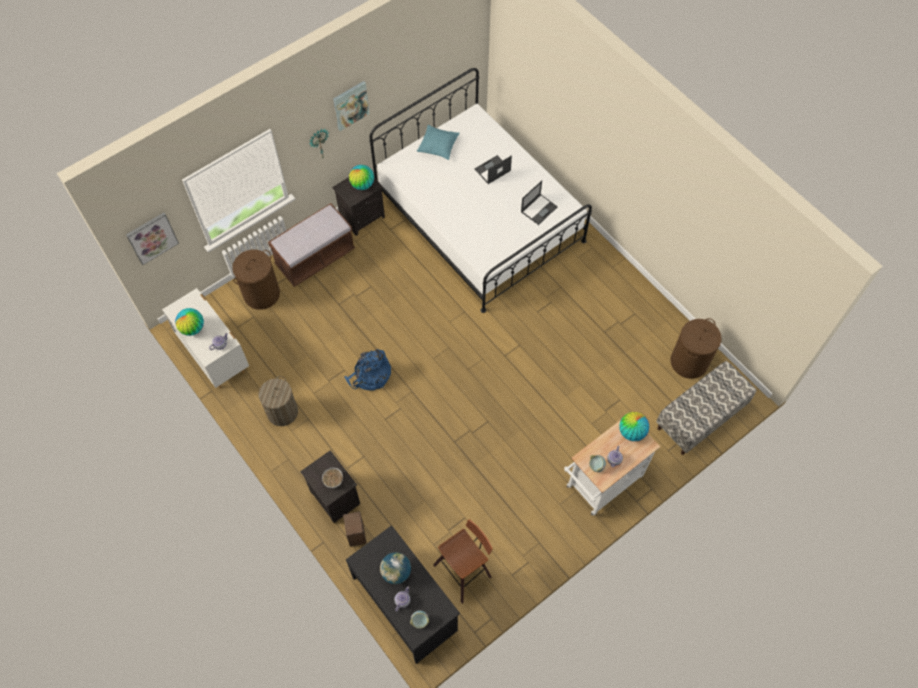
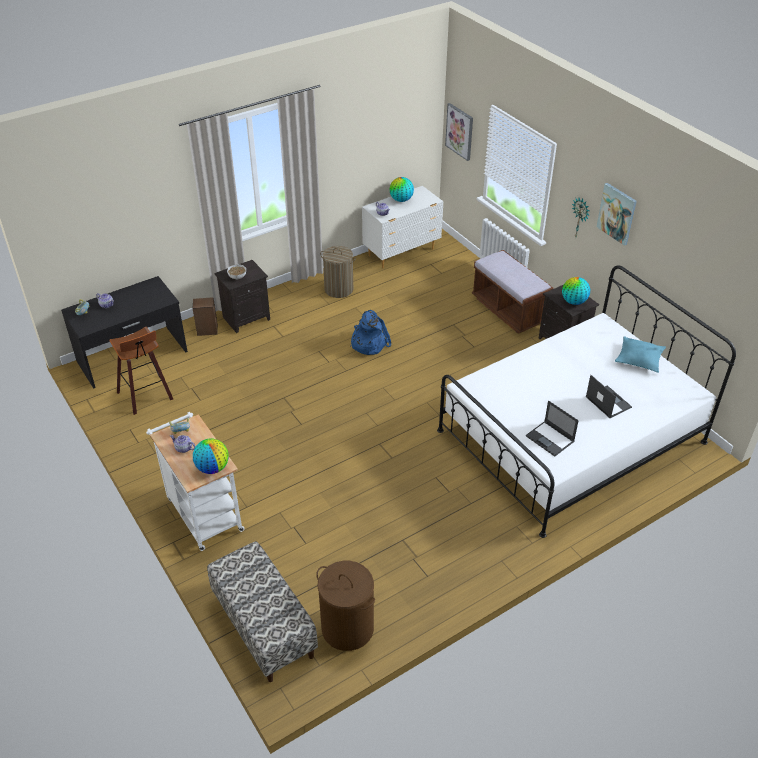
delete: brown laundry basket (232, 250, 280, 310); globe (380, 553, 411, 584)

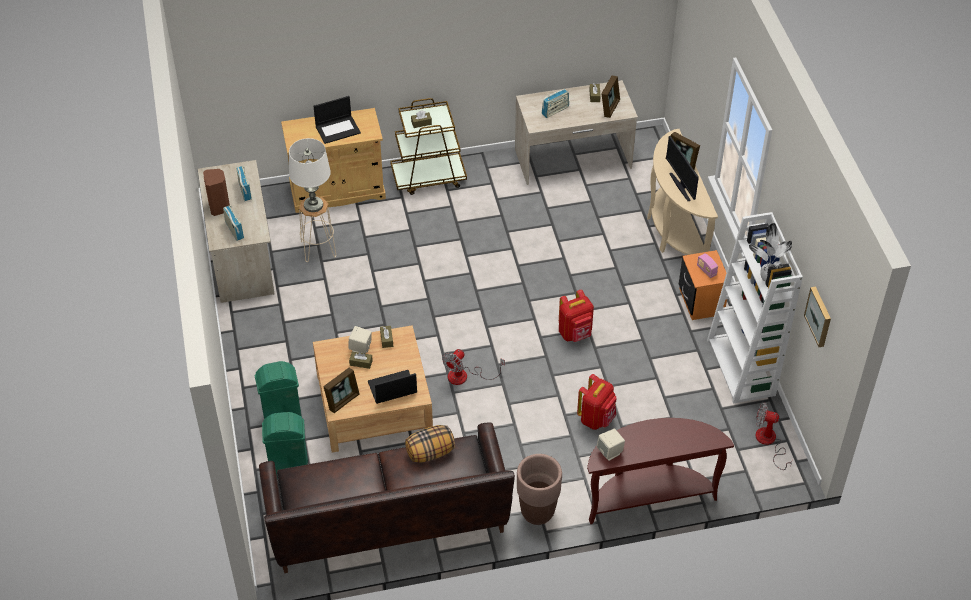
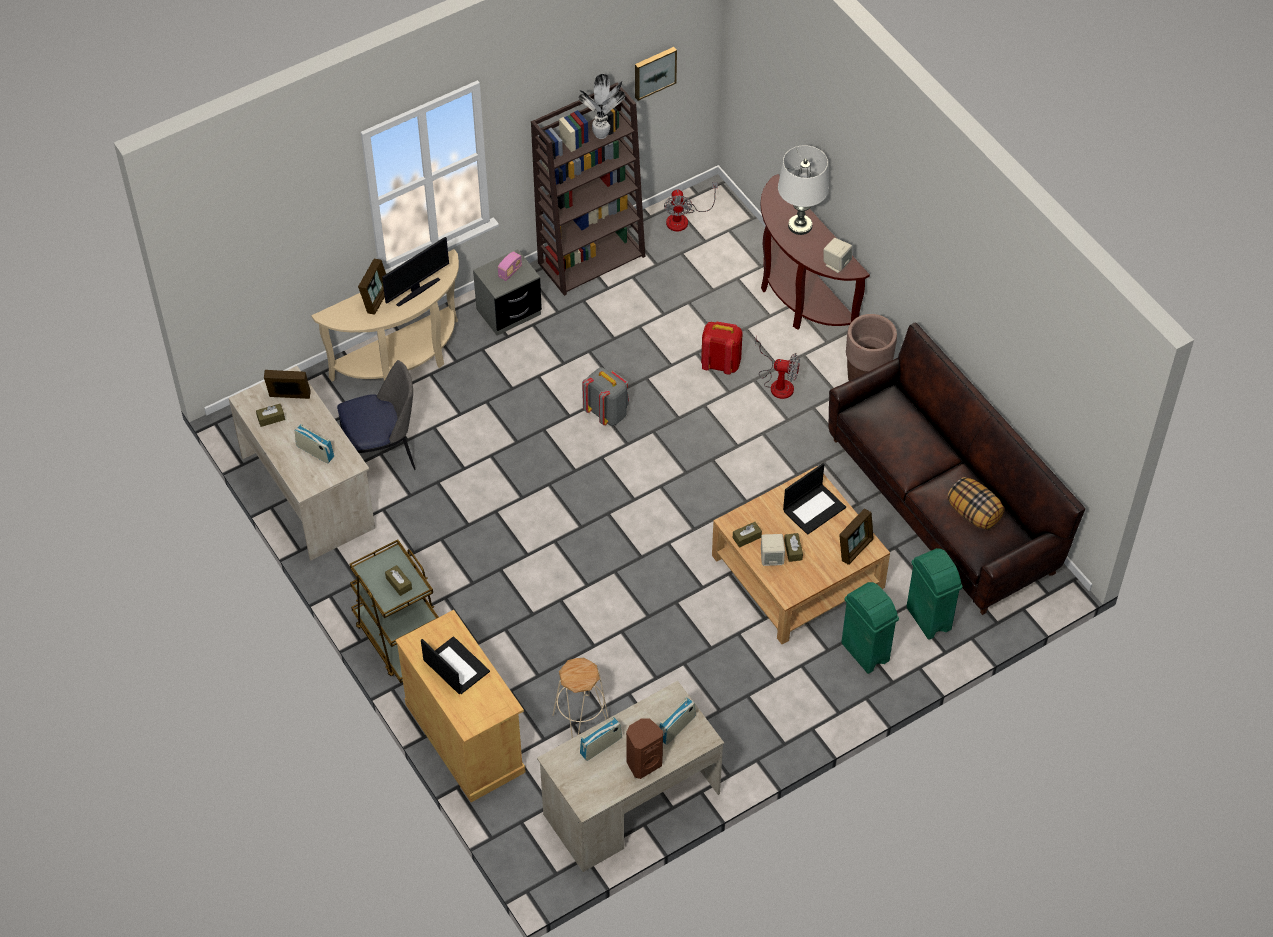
insert: chair (337, 360, 416, 470)
move: fan (442, 349, 505, 385) to (755, 335, 800, 399); white table lamp (289, 138, 331, 212) to (778, 145, 829, 235); pillow (405, 425, 455, 463) to (947, 477, 1005, 530)
recolor: orange nightstand (679, 250, 727, 320) to grey nightstand (473, 249, 542, 336); white bookcase (707, 212, 803, 404) to brown bookcase (531, 82, 645, 296); red backpack (559, 290, 594, 342) to grey backpack (582, 367, 629, 426)
rotate: laptop (368, 370, 417, 404) = (783, 463, 846, 535) 90 degrees counterclockwise; picture frame (323, 368, 360, 413) = (839, 509, 874, 565) 105 degrees clockwise

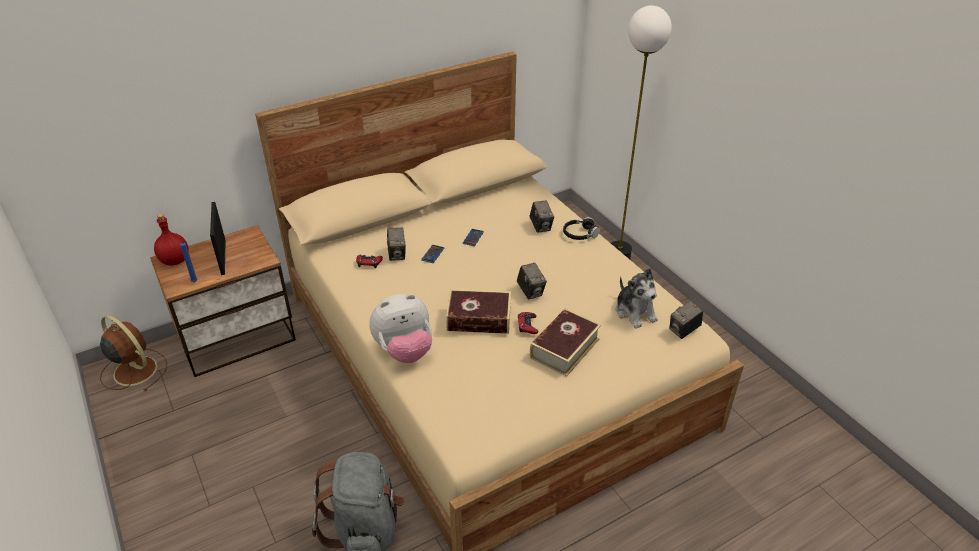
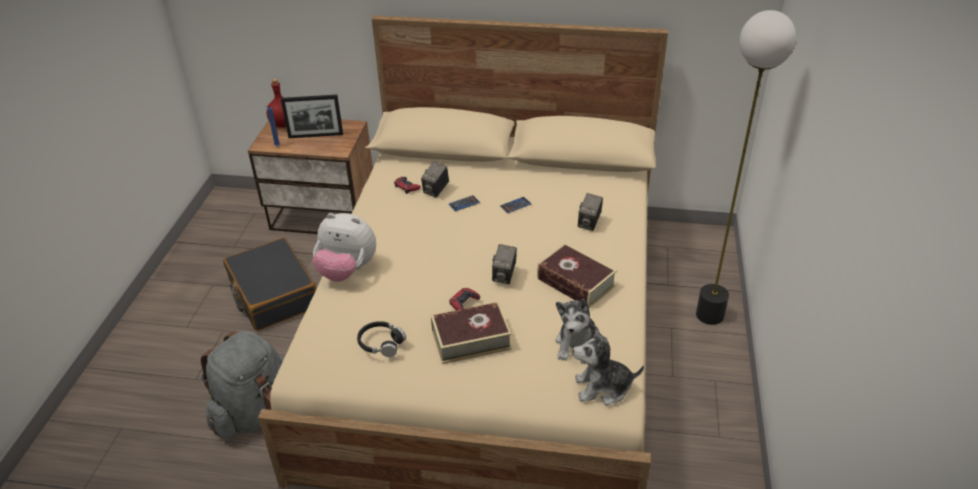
delete: brown fan (100, 315, 167, 391)
insert: black suitcase (223, 237, 317, 331)
move: black headphones (563, 217, 600, 240) to (357, 321, 406, 357); book (446, 289, 511, 334) to (537, 243, 617, 308)
replace: photo camera (669, 300, 703, 339) to plush toy (573, 326, 644, 405)
rotate: picture frame (210, 202, 226, 275) = (281, 94, 343, 138) 120 degrees counterclockwise

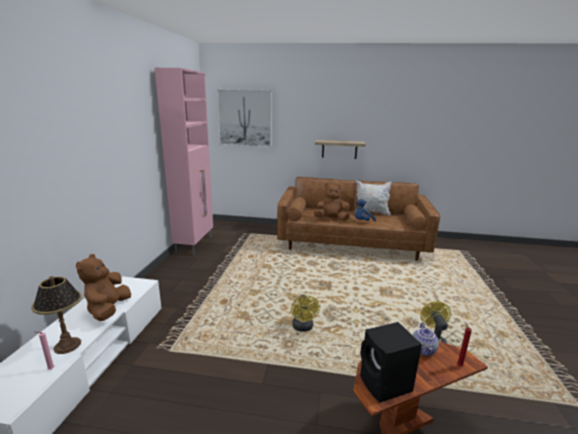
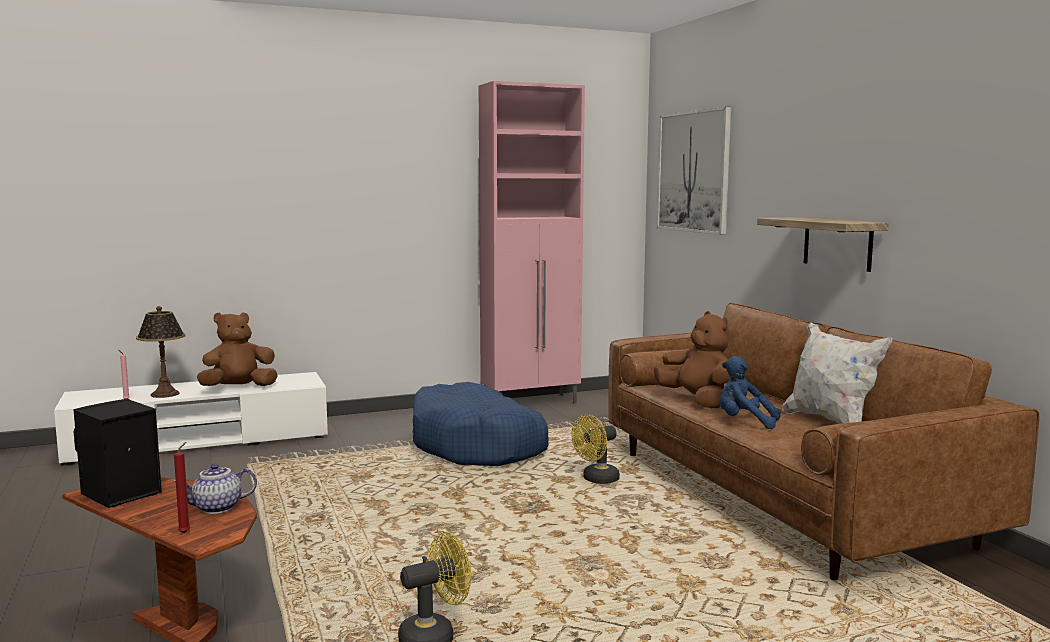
insert: blue dog bed (413, 382, 548, 466)
move: yellow fan (291, 294, 320, 332) to (572, 414, 620, 484)

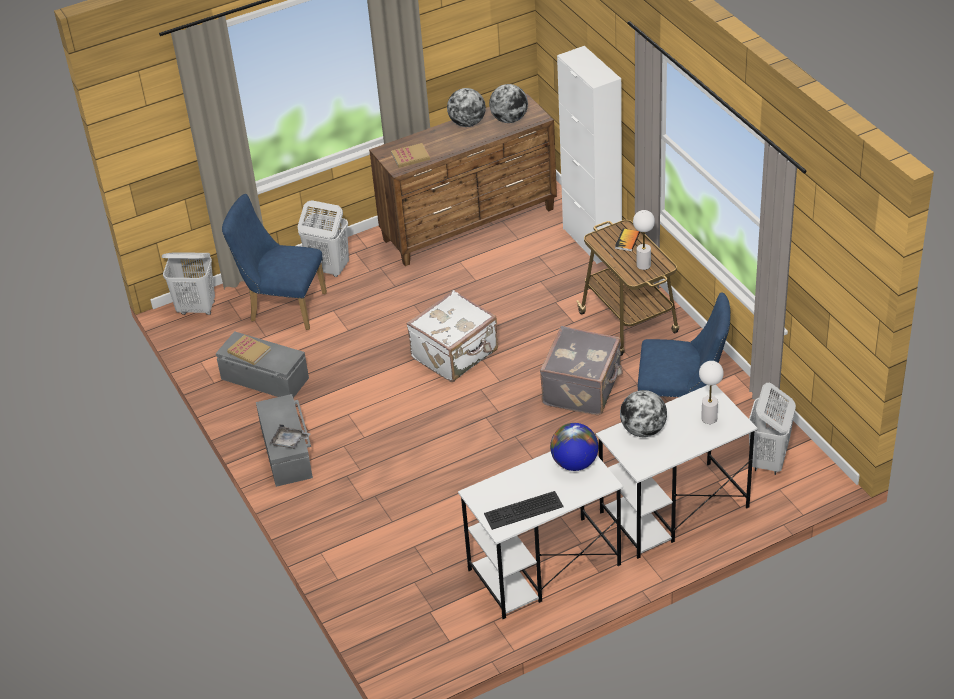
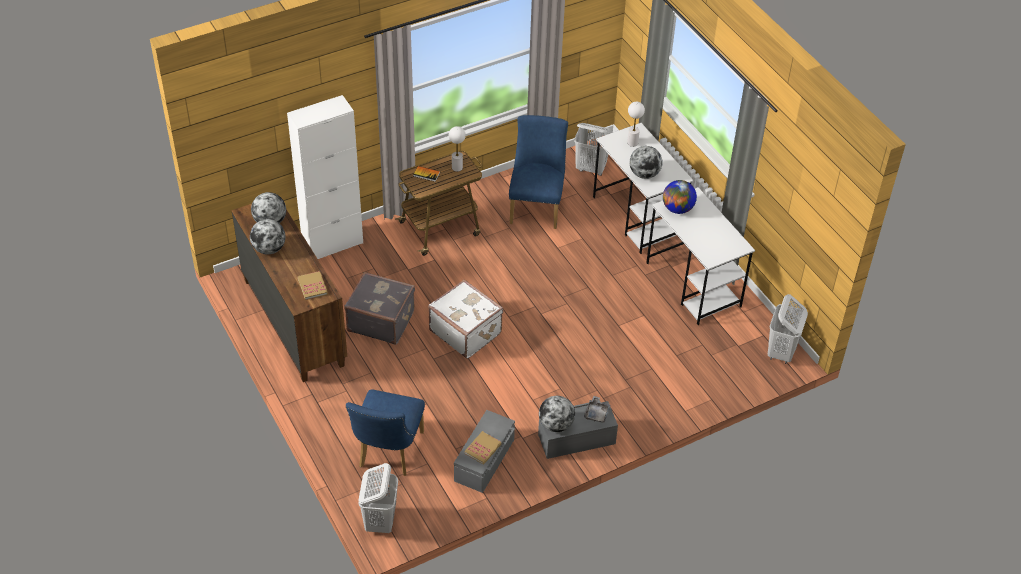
delete: keyboard (484, 491, 564, 530)
insert: globe (539, 396, 575, 432)
move: grey suitcase (540, 326, 623, 415) to (344, 272, 415, 345); white laundry basket (298, 200, 349, 277) to (768, 294, 808, 364)

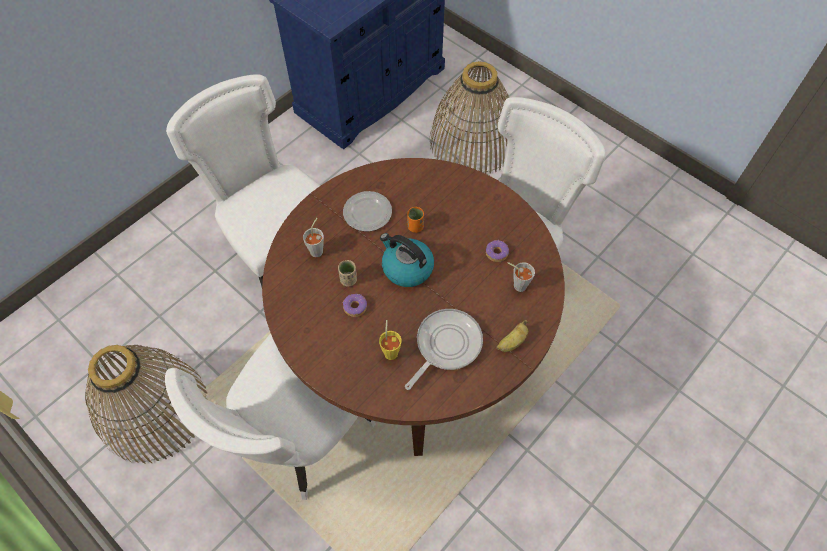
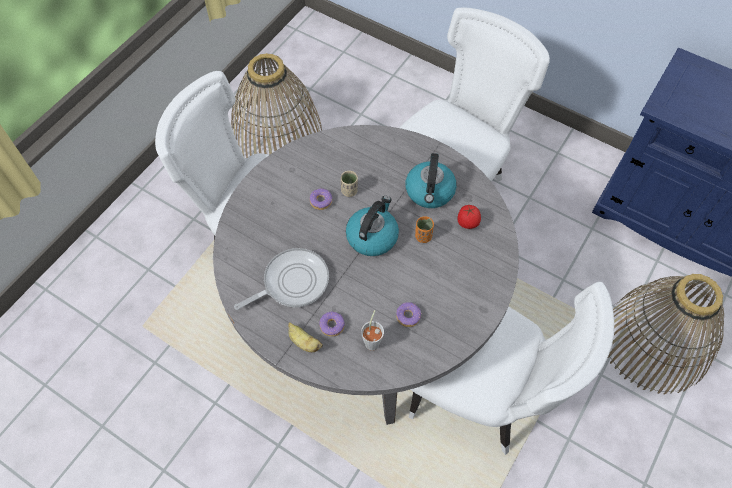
delete: grey cup (303, 218, 324, 257); yellow cup (379, 320, 402, 360)
insert: donut (319, 312, 345, 337); tomato (457, 205, 481, 229)
replace: plate (343, 191, 392, 232) to kettle (406, 153, 457, 208)
recolor: brown dining table (262, 158, 565, 456) to grey dining table (213, 125, 519, 425)
rotate: frying pan (405, 309, 483, 390) = (234, 248, 329, 310) 60 degrees counterclockwise

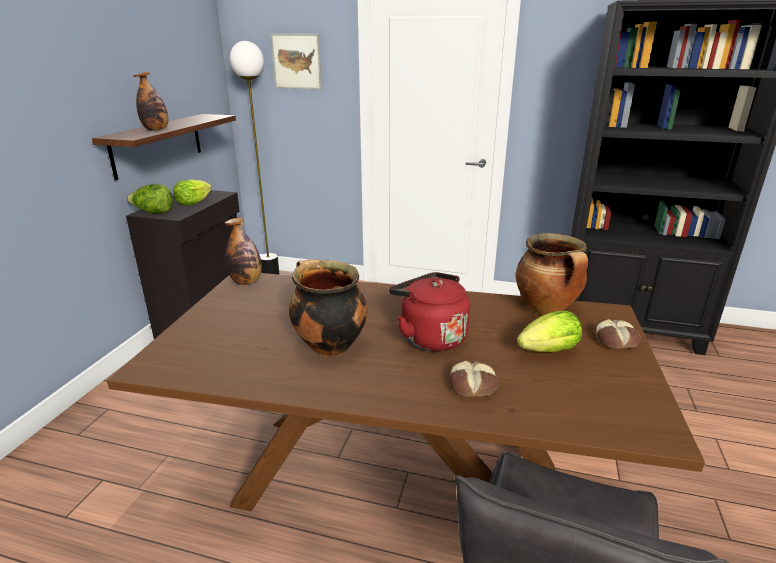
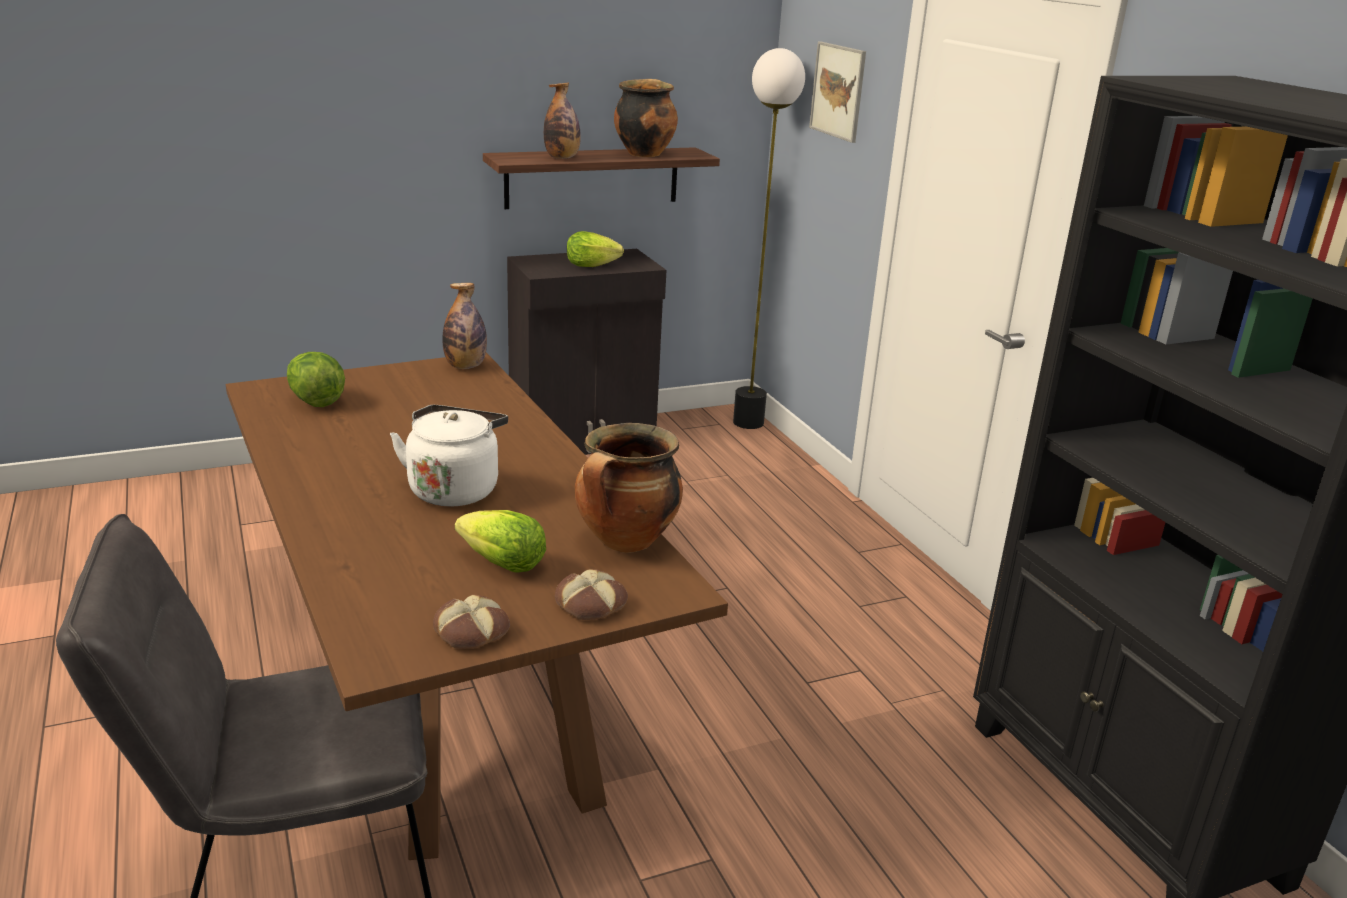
move: lettuce (127, 184, 173, 214) to (287, 352, 345, 407); bread (449, 360, 499, 397) to (433, 595, 510, 649); cooking pot (289, 259, 367, 356) to (614, 79, 678, 157)
recolor: red kettle (389, 272, 470, 352) to white kettle (390, 405, 508, 506)

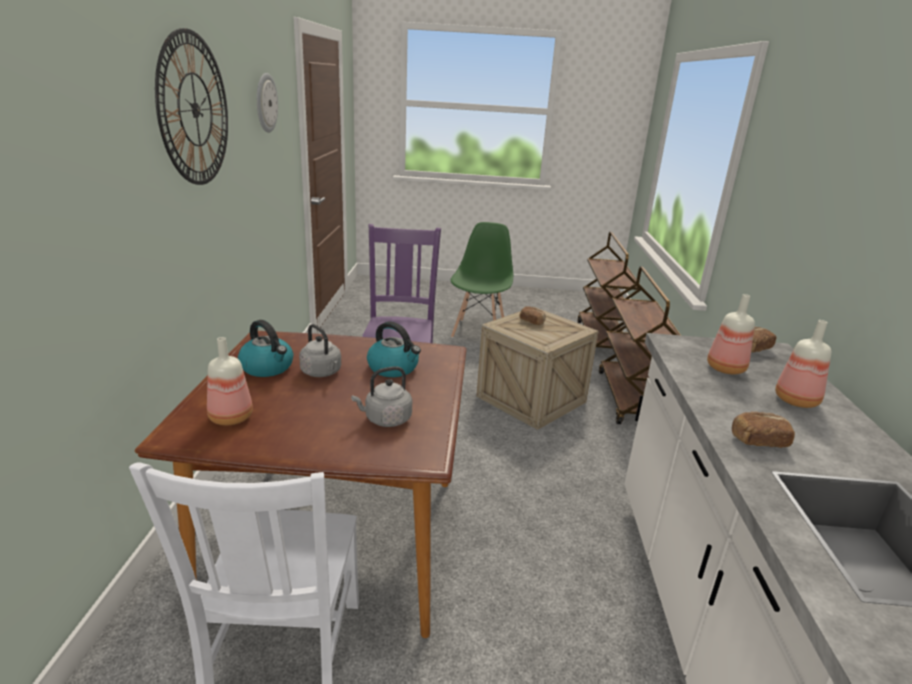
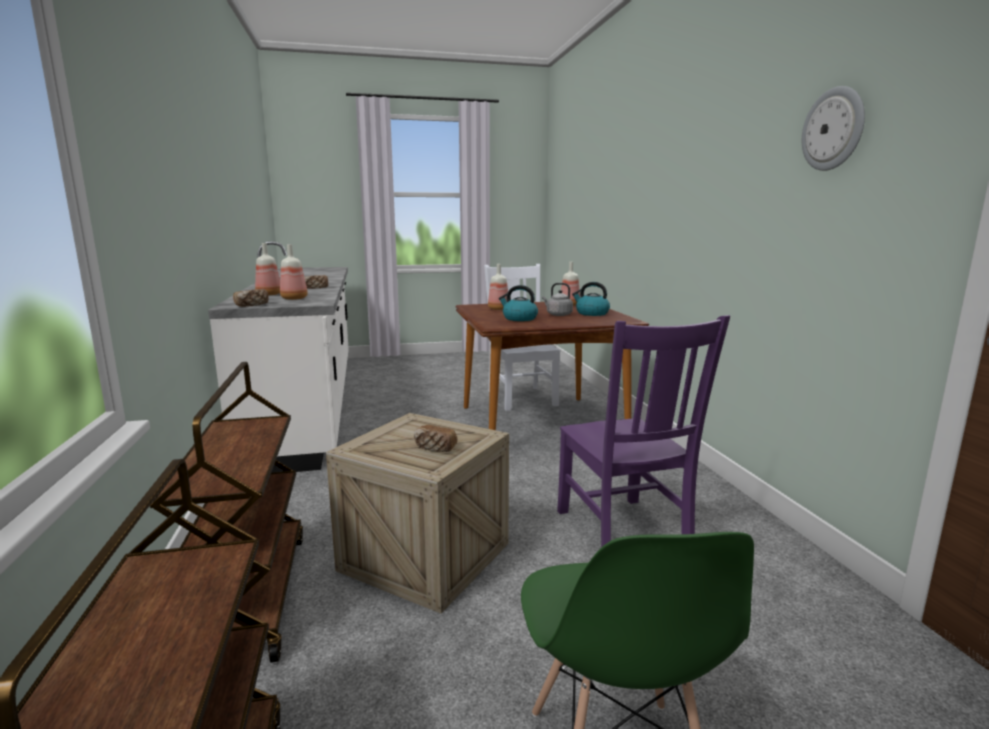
delete: wall clock (155, 28, 228, 185)
replace: grey kettle (351, 366, 412, 427) to bottle (488, 264, 508, 310)

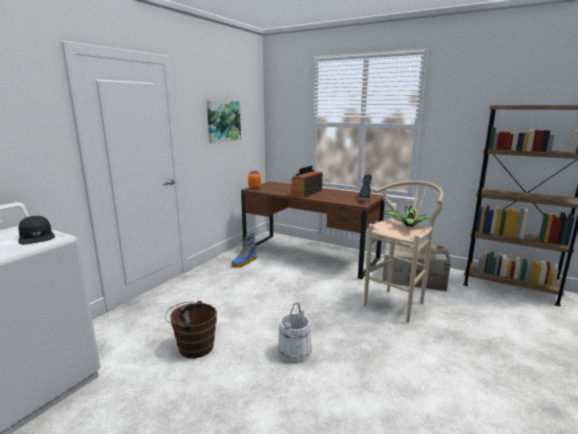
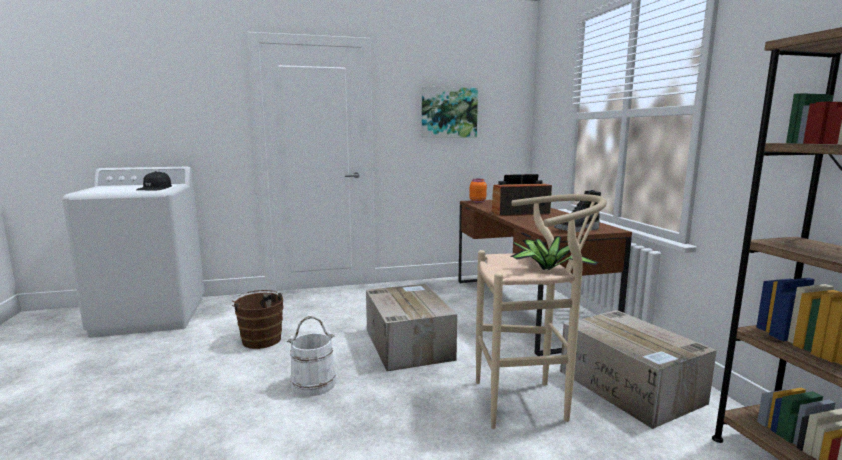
delete: boot (231, 233, 257, 268)
insert: cardboard box (366, 284, 457, 371)

